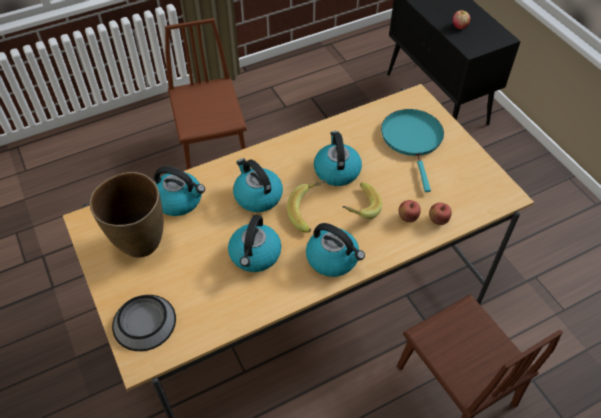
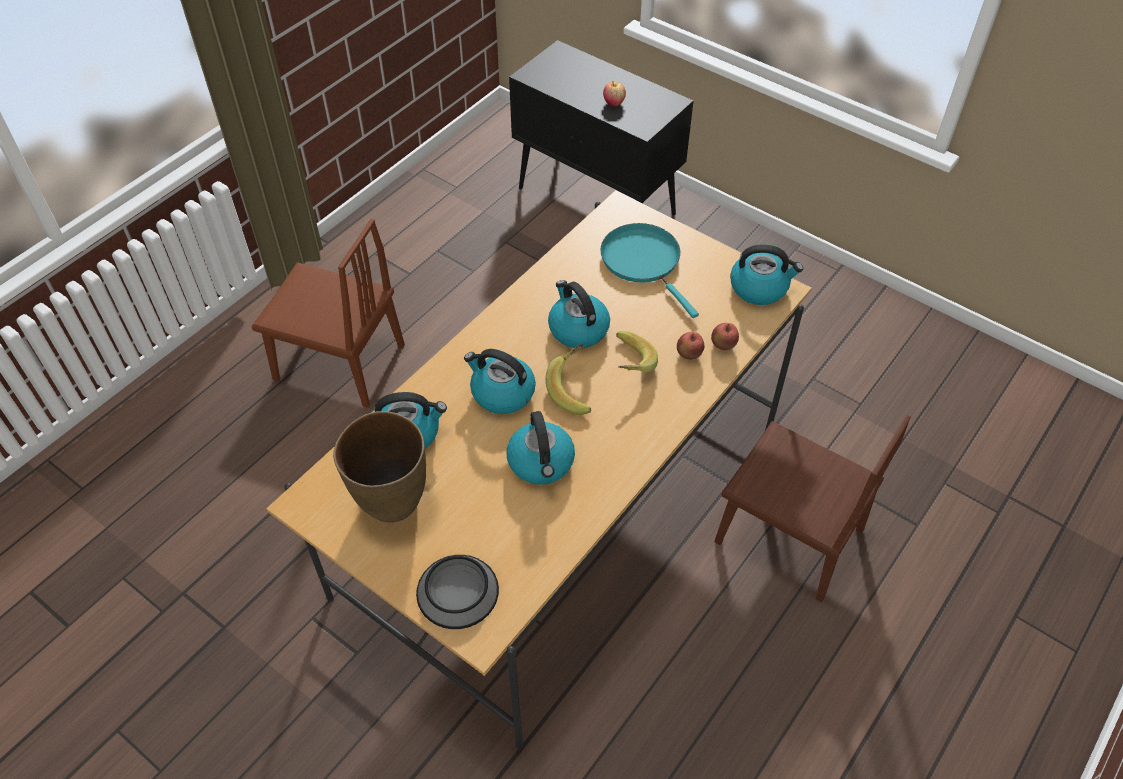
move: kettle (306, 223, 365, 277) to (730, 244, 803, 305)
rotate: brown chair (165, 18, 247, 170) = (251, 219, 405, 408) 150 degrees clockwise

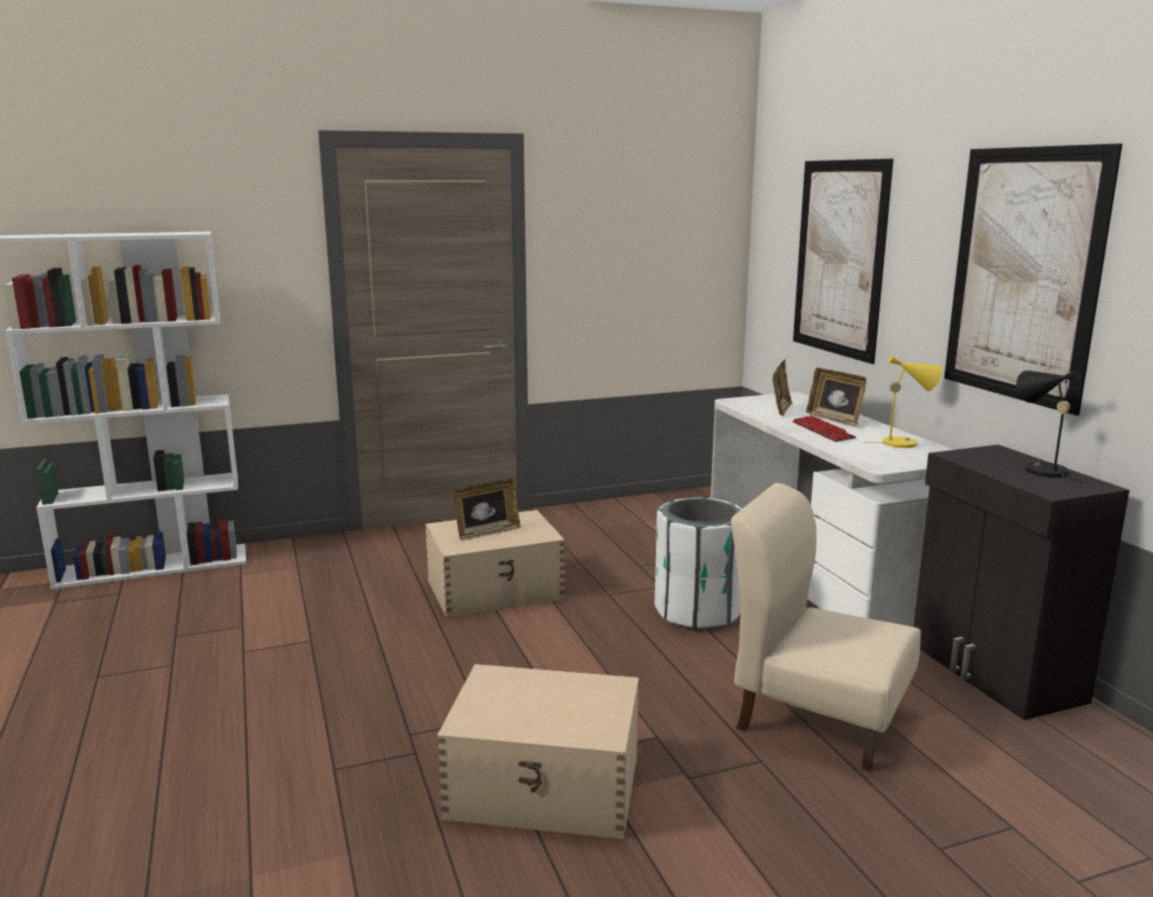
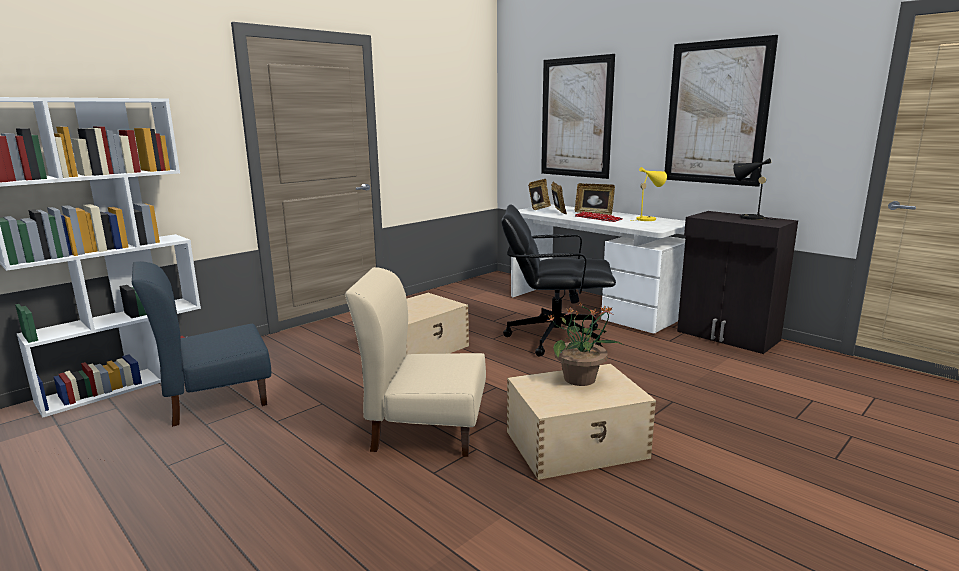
insert: blue chair (132, 261, 271, 427); potted plant (547, 302, 623, 386)
move: beige chair (731, 483, 921, 771) to (345, 267, 486, 457); picture frame (454, 479, 521, 540) to (528, 179, 551, 210)
replace: white trash can (655, 497, 742, 631) to black office chair (501, 205, 616, 357)

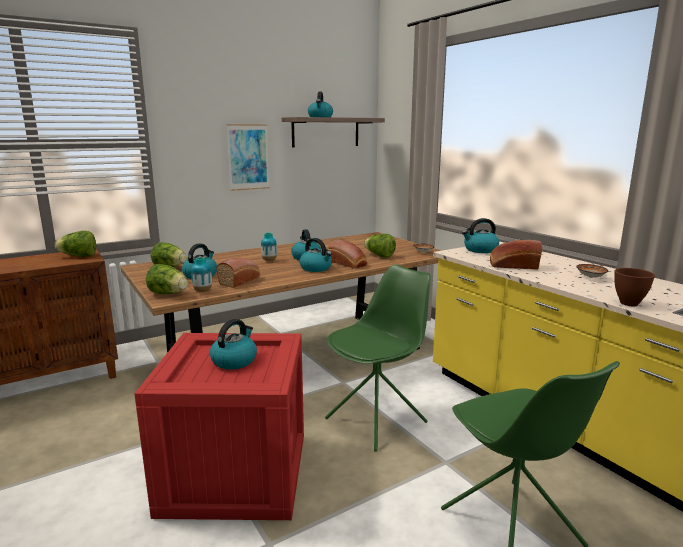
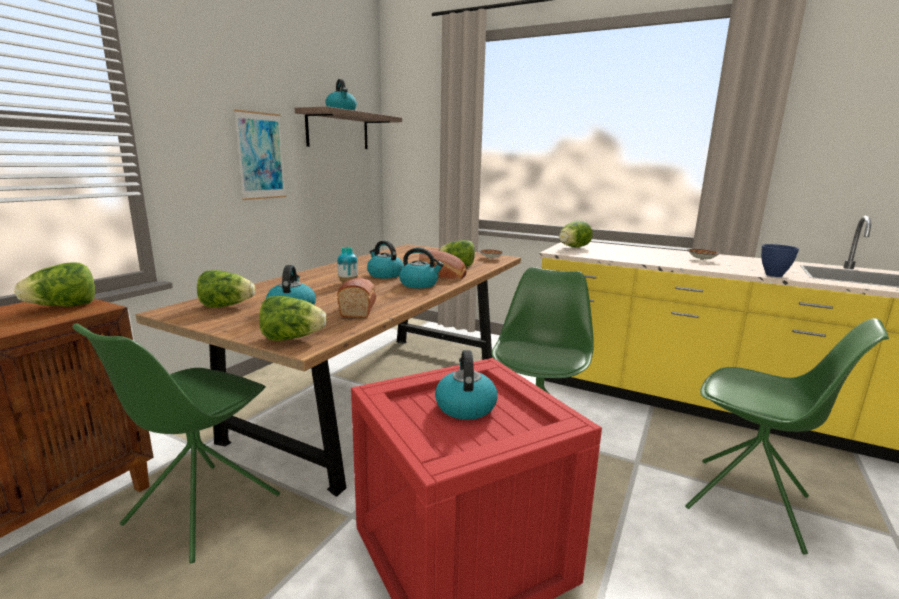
delete: vase (191, 257, 212, 292); bread (490, 240, 542, 270)
insert: green chair (73, 323, 280, 564)
replace: kettle (462, 218, 499, 253) to lettuce (559, 221, 592, 247)
recolor: brown bowl (614, 268, 655, 306) to blue bowl (761, 244, 799, 277)

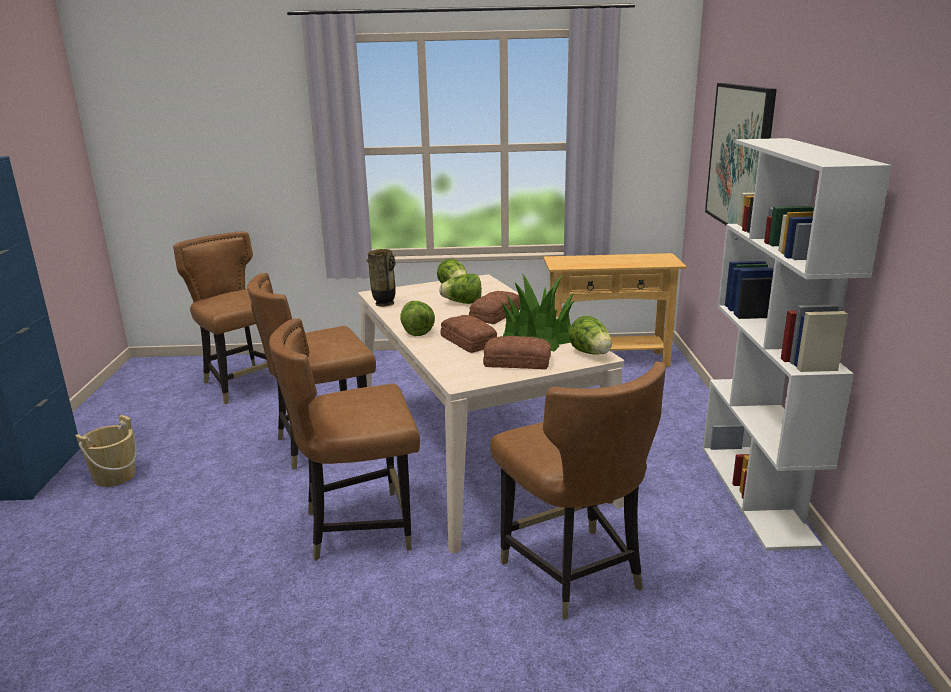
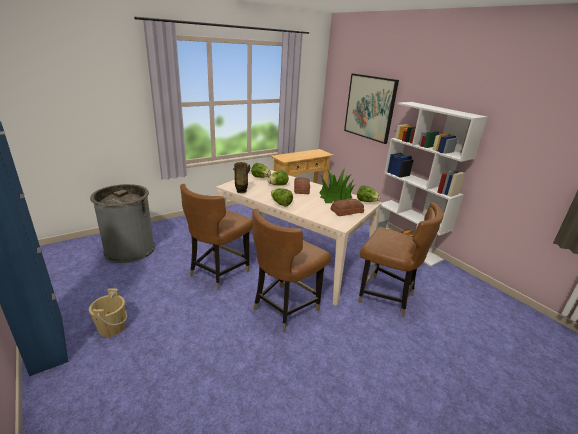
delete: bread (440, 315, 497, 353)
replace: brown chair (173, 231, 268, 404) to grey trash can (90, 184, 155, 263)

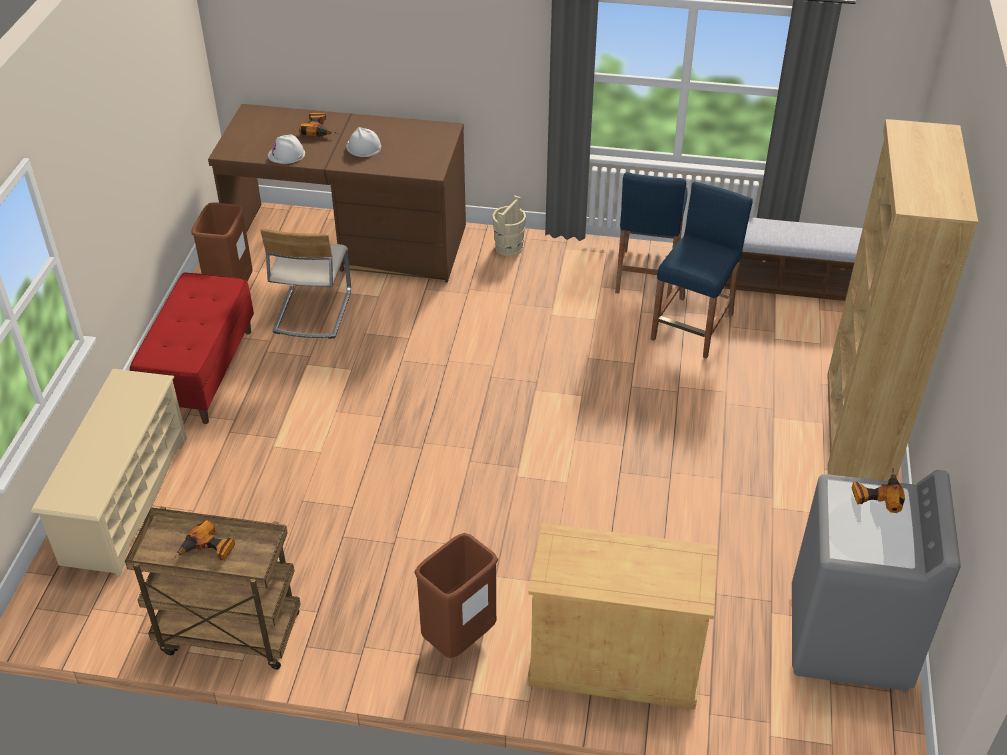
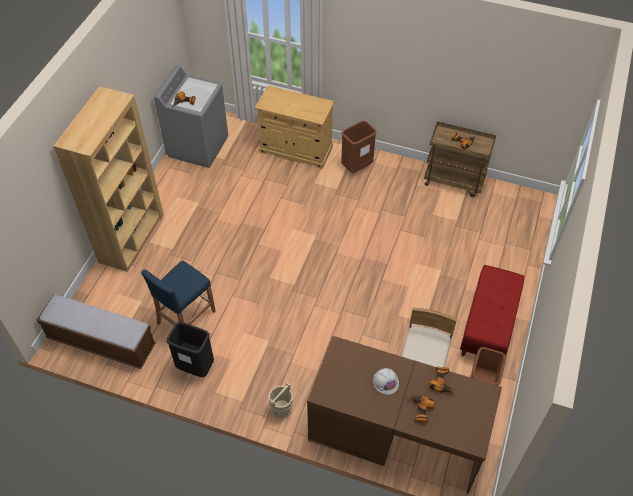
delete: beige shoe rack (31, 369, 187, 577)
replace: blue stool (615, 172, 688, 300) to black trash can (167, 322, 214, 377); white hard hat (268, 134, 305, 164) to power drill (429, 367, 459, 394)

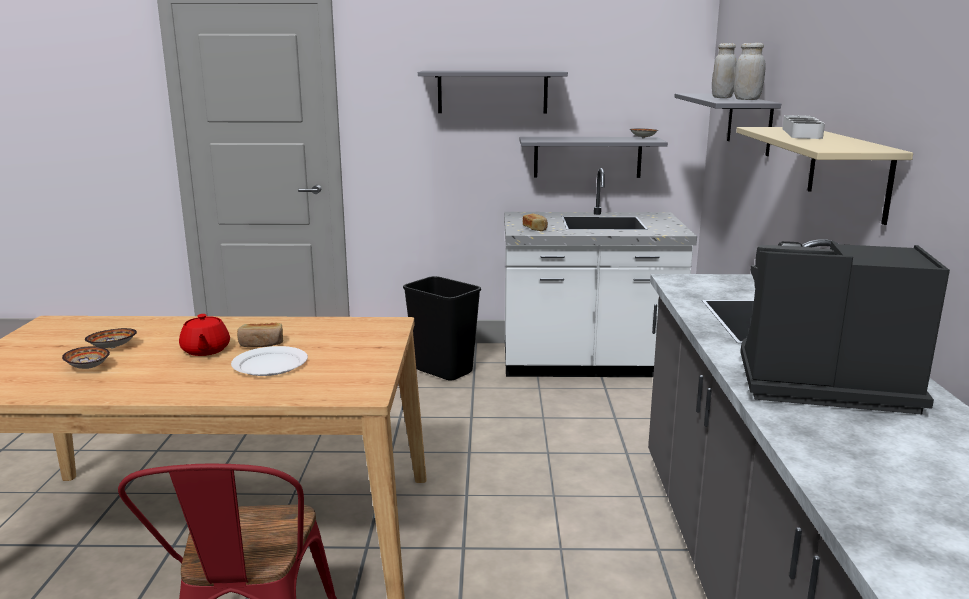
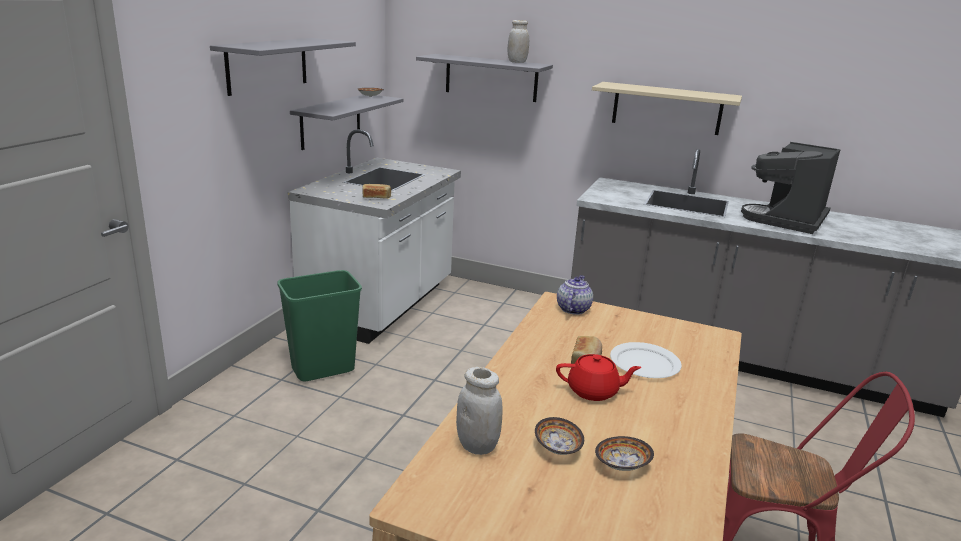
delete: white tray (782, 115, 825, 139)
insert: teapot (557, 275, 593, 315)
move: white jar (712, 43, 737, 98) to (456, 367, 502, 455)
recolor: black trash can (403, 276, 481, 380) to green trash can (277, 270, 362, 381)

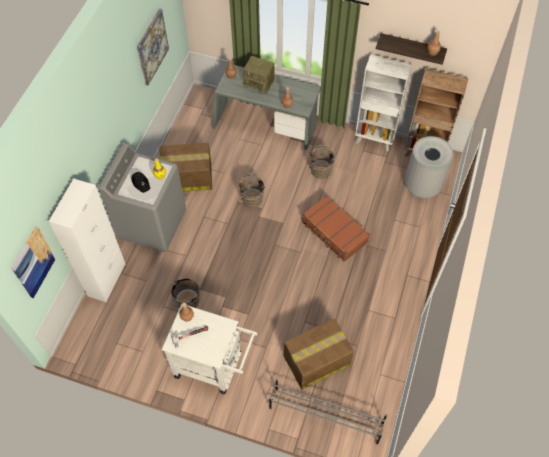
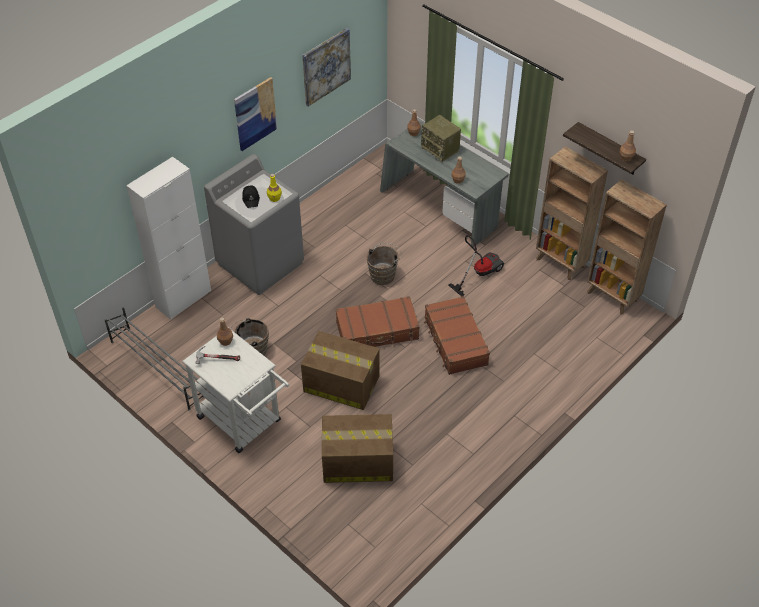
delete: grey trash can (405, 136, 454, 199)
insert: brown suitcase (336, 296, 419, 347)
move: grey shoe rack (269, 378, 387, 445) to (104, 306, 206, 410); picture (11, 226, 56, 298) to (234, 77, 277, 151); cardboard box (159, 143, 212, 192) to (301, 331, 380, 410)
replace: brown bucket (309, 145, 336, 179) to vacuum cleaner (448, 235, 505, 297)
recolor: white bookcase (355, 54, 412, 151) to brown bookcase (536, 146, 608, 280)

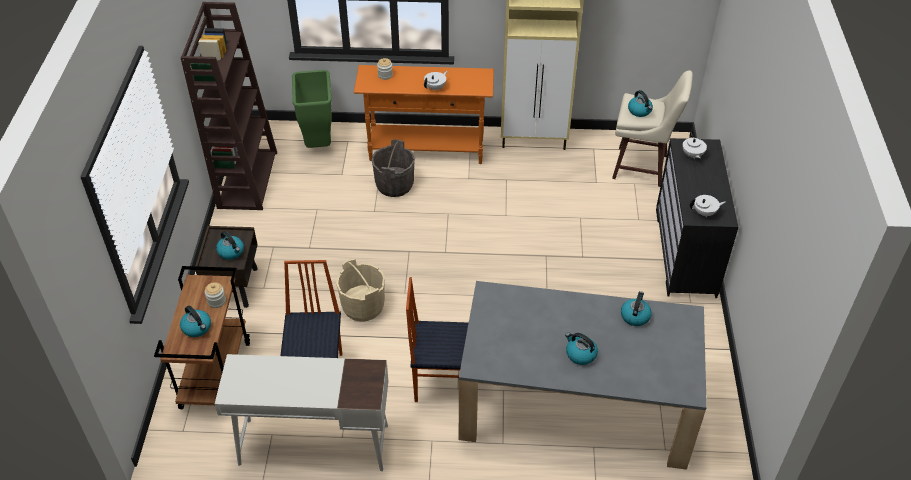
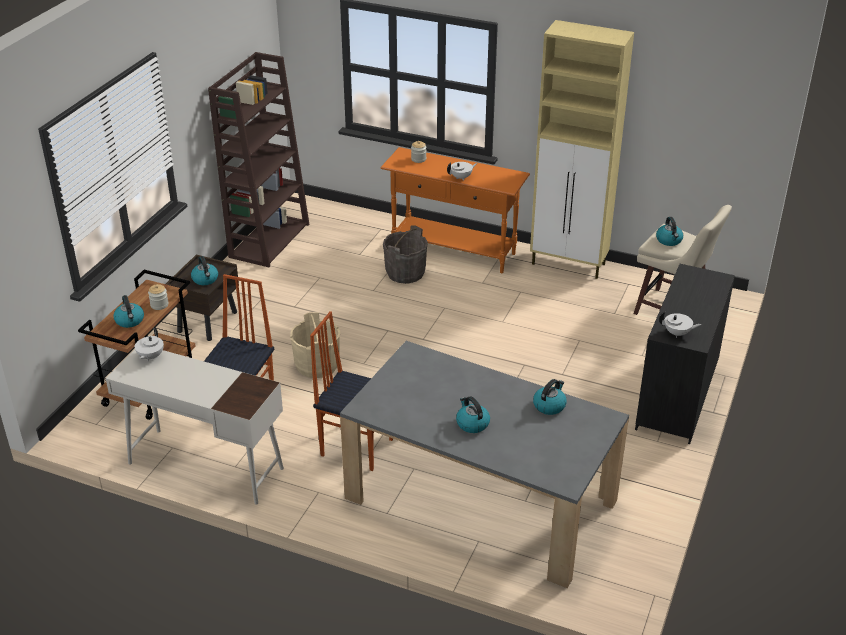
delete: green trash can (292, 70, 332, 148)
move: white teapot (683, 131, 707, 159) to (135, 328, 164, 361)

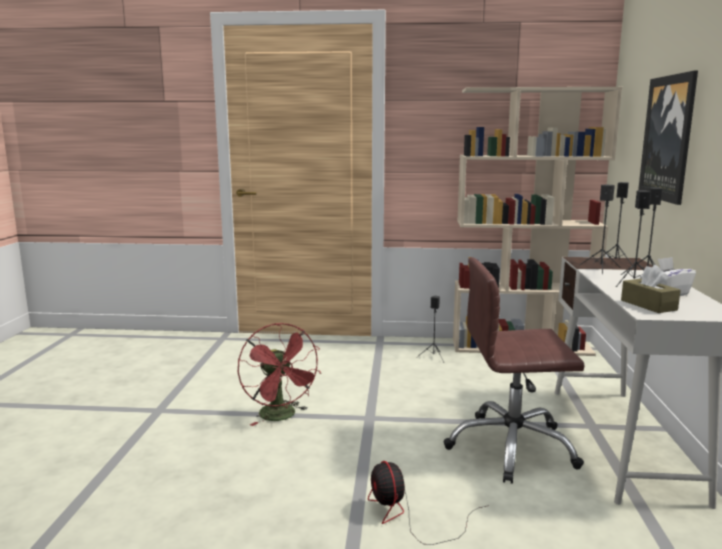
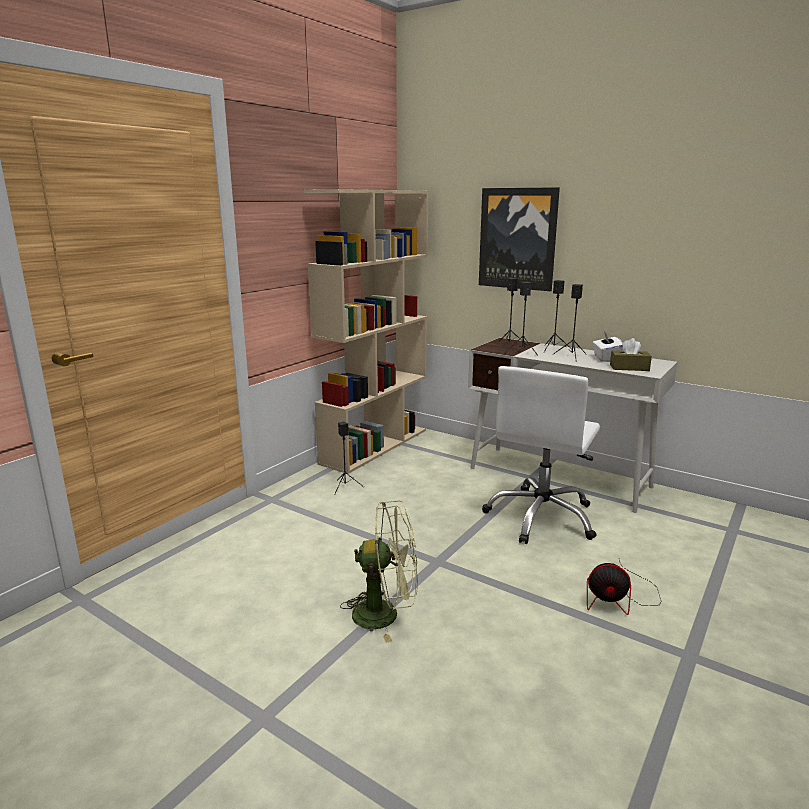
recolor: red fan (238, 323, 321, 426) to green fan (340, 500, 418, 643); brown office chair (444, 257, 585, 484) to white office chair (482, 366, 600, 544)

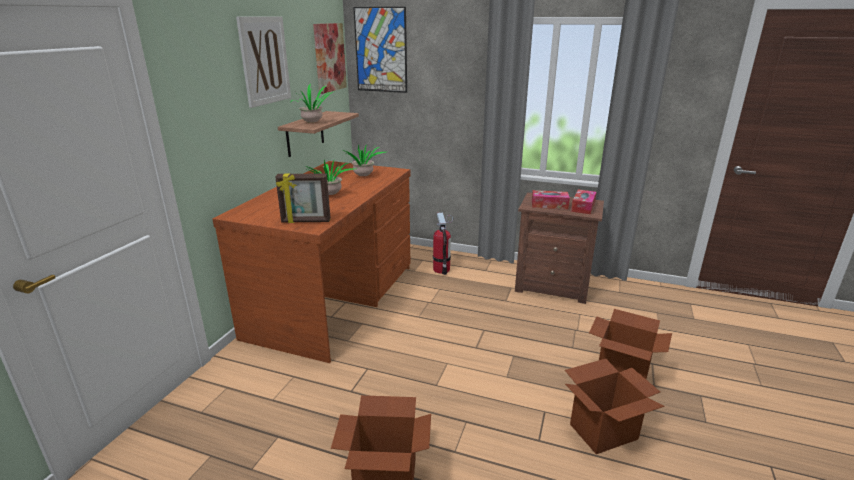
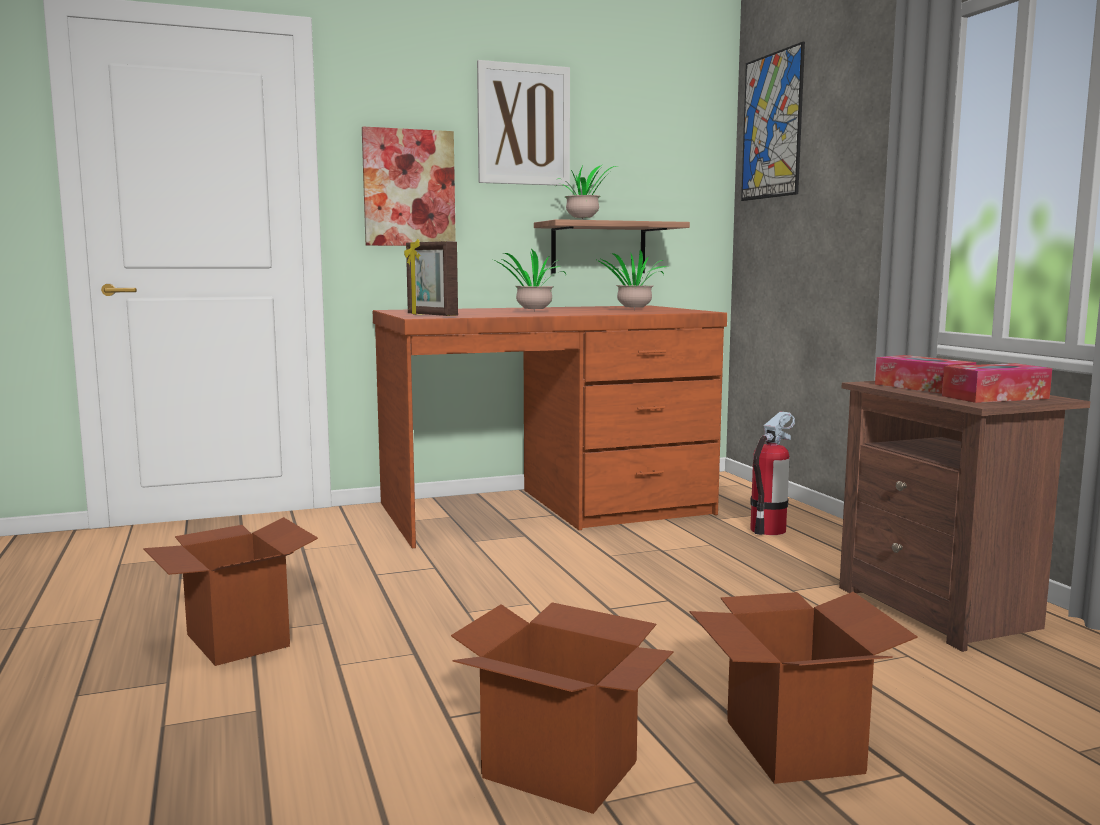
move: picture (313, 23, 347, 94) to (362, 126, 456, 246)

